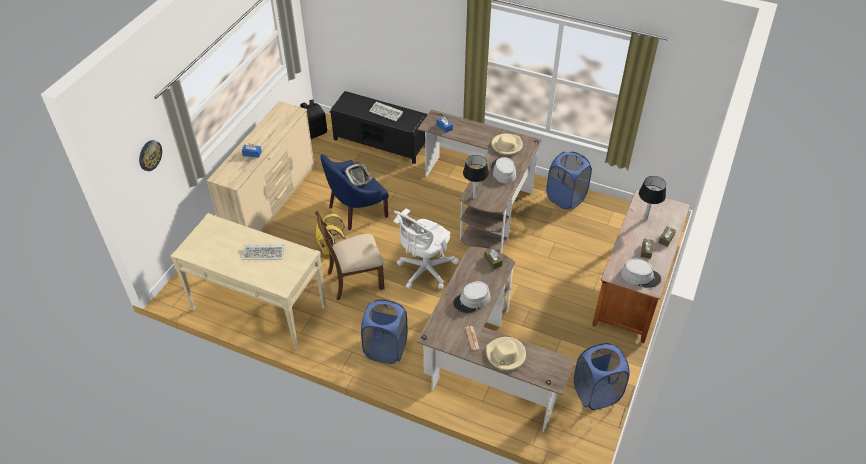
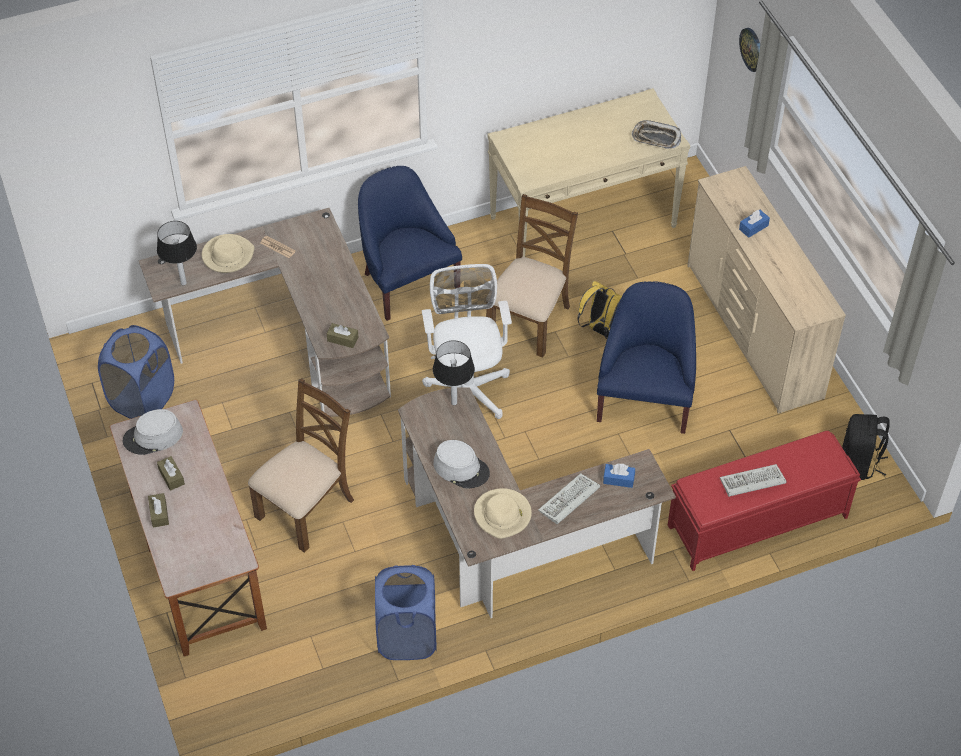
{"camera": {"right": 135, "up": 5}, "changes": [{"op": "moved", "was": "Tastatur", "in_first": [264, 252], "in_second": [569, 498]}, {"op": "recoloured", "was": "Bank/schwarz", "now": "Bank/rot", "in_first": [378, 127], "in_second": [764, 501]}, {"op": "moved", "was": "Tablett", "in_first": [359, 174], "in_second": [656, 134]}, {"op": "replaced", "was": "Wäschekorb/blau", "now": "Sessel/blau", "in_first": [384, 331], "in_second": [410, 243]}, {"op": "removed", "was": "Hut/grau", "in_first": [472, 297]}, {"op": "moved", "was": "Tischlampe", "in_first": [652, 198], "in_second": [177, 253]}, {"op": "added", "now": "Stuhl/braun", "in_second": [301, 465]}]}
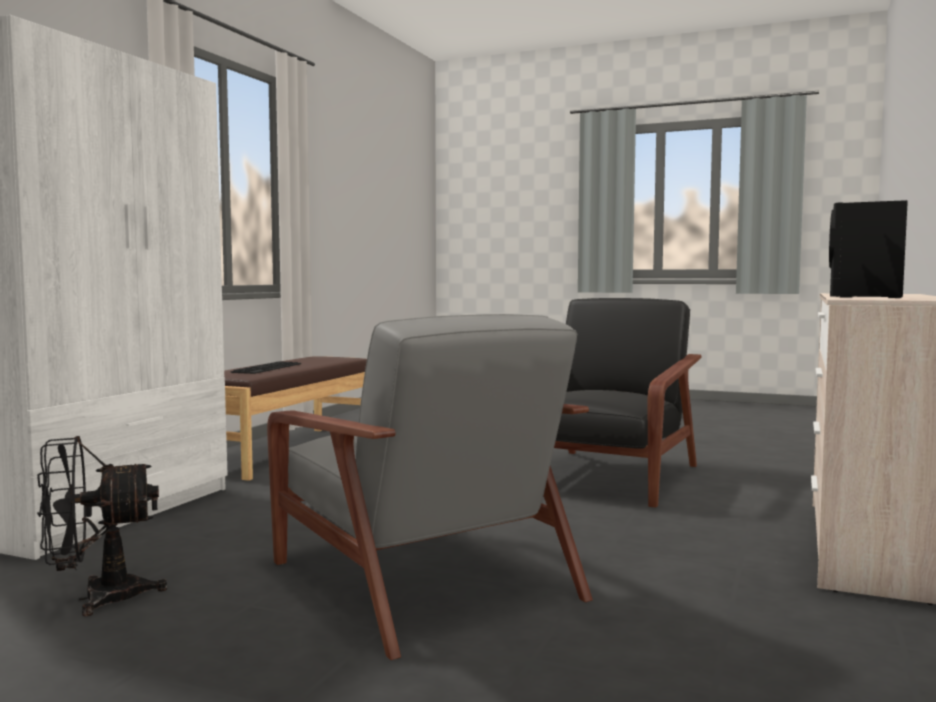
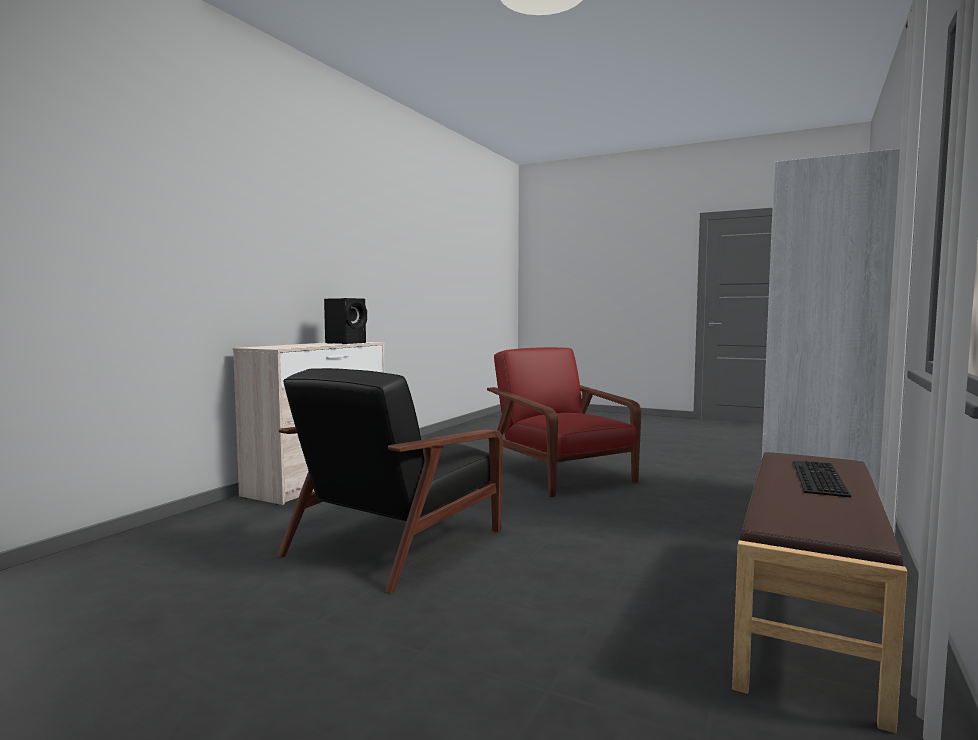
{"camera": {"right": -175, "up": 0}, "changes": [{"op": "removed", "was": "Ventilator/schwarz", "in_first": [102, 526]}, {"op": "recoloured", "was": "Sessel/grau", "now": "Sessel/rot", "in_first": [430, 487], "in_second": [564, 422]}]}
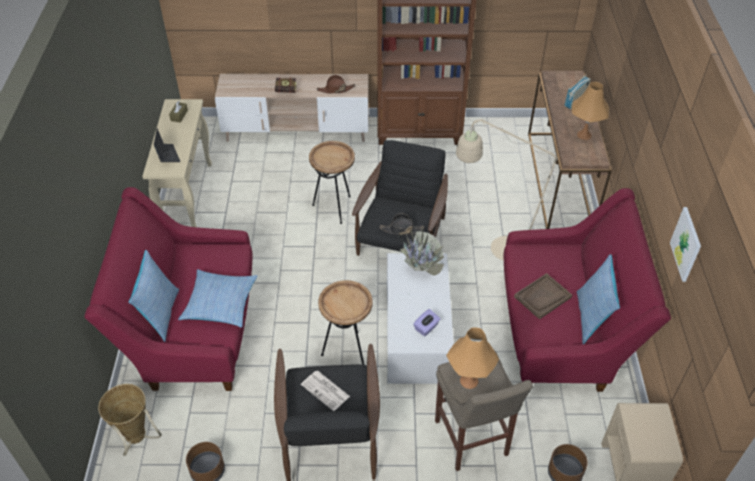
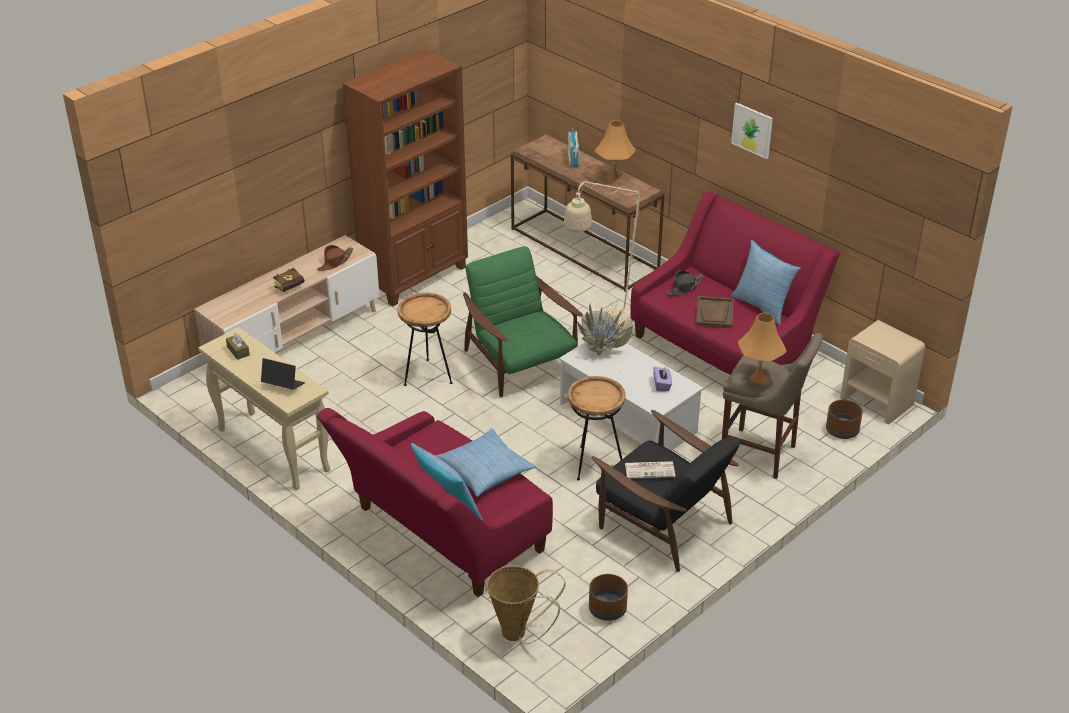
{"camera": {"right": -45, "up": -10}, "changes": [{"op": "recoloured", "was": "Sessel/schwarz", "now": "Sessel/grün", "in_first": [400, 198], "in_second": [523, 322]}, {"op": "moved", "was": "Hut/schwarz", "in_first": [402, 224], "in_second": [685, 282]}, {"op": "moved", "was": "Bild", "in_first": [685, 244], "in_second": [752, 131]}]}
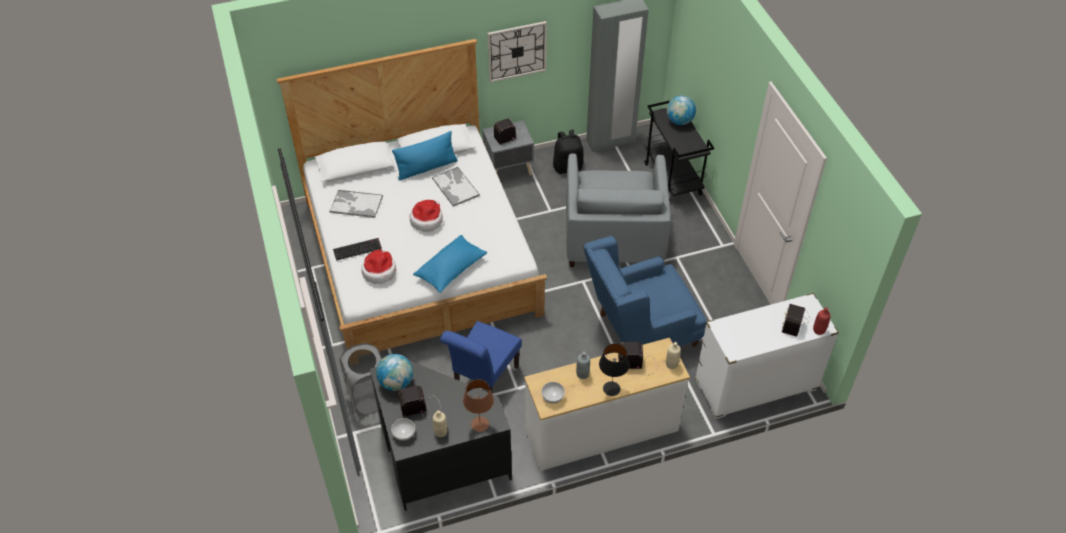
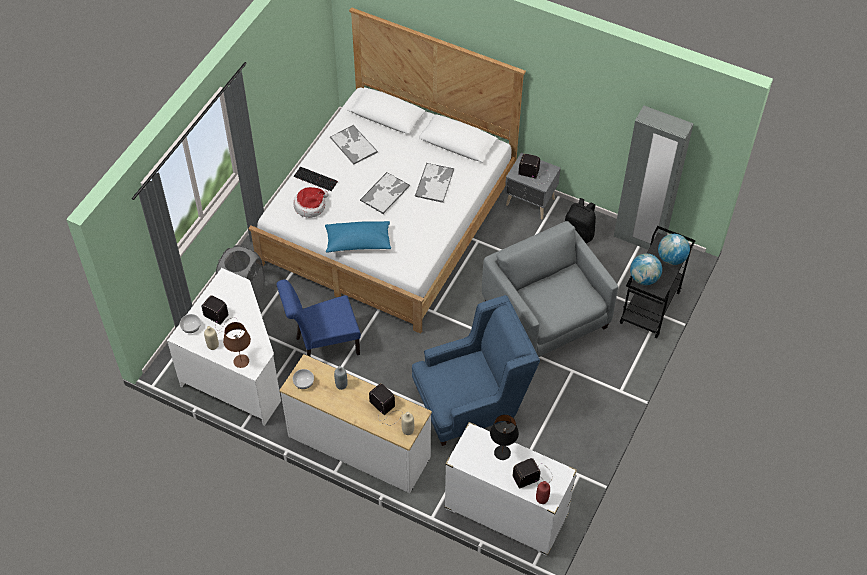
{"camera": {"right": 45, "up": 5}, "changes": [{"op": "recoloured", "was": "Schreibtisch/schwarz", "now": "Schreibtisch/weiß", "in_first": [441, 435], "in_second": [224, 347]}, {"op": "moved", "was": "Globus", "in_first": [394, 372], "in_second": [646, 269]}, {"op": "removed", "was": "Kissen/blau", "in_first": [425, 156]}, {"op": "replaced", "was": "Hut", "now": "Tablett", "in_first": [426, 215], "in_second": [385, 193]}, {"op": "removed", "was": "Wanduhr", "in_first": [517, 51]}, {"op": "turned", "was": "Sessel/grau", "in_first": [618, 210], "in_second": [550, 289], "clockwise": 105}, {"op": "turned", "was": "Sessel/blau", "in_first": [645, 291], "in_second": [476, 370], "clockwise": 135}, {"op": "moved", "was": "Tischlampe/schwarz", "in_first": [614, 370], "in_second": [504, 437]}]}
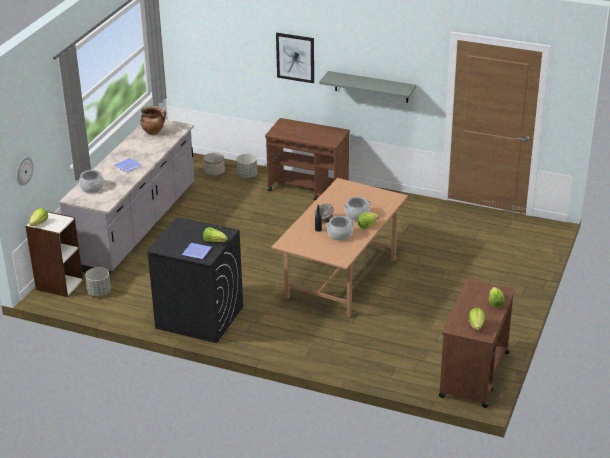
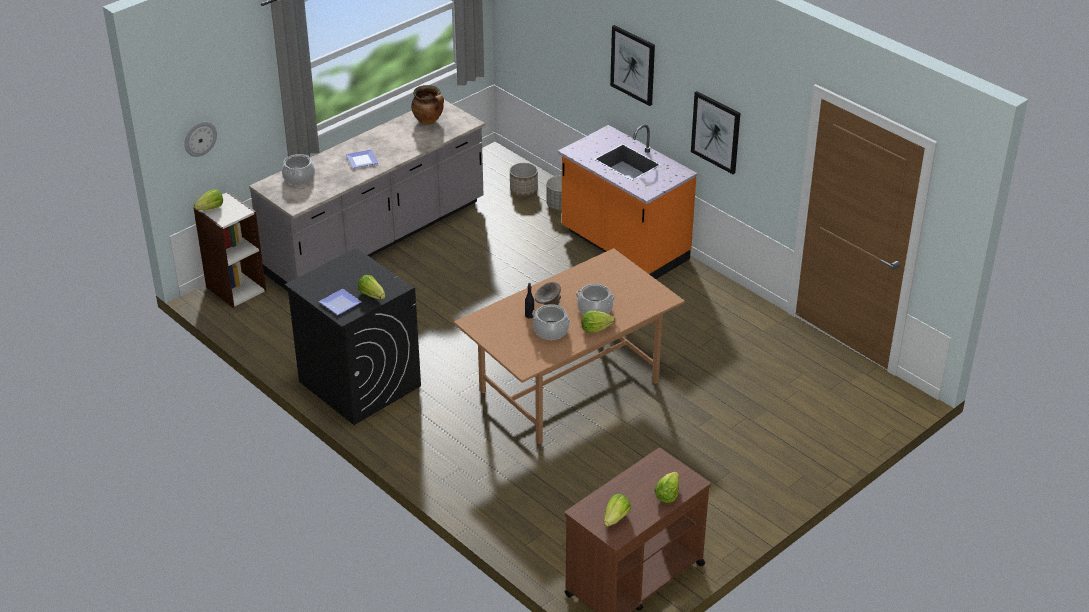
{"camera": {"right": 25, "up": 5}, "changes": [{"op": "removed", "was": "Pflanzkübel/grau", "in_first": [98, 281]}, {"op": "replaced", "was": "Rollwagen/braun", "now": "Küchenzeile/orange", "in_first": [307, 159], "in_second": [628, 201]}, {"op": "replaced", "was": "Wandregal/grau", "now": "Bild", "in_first": [367, 87], "in_second": [715, 132]}]}
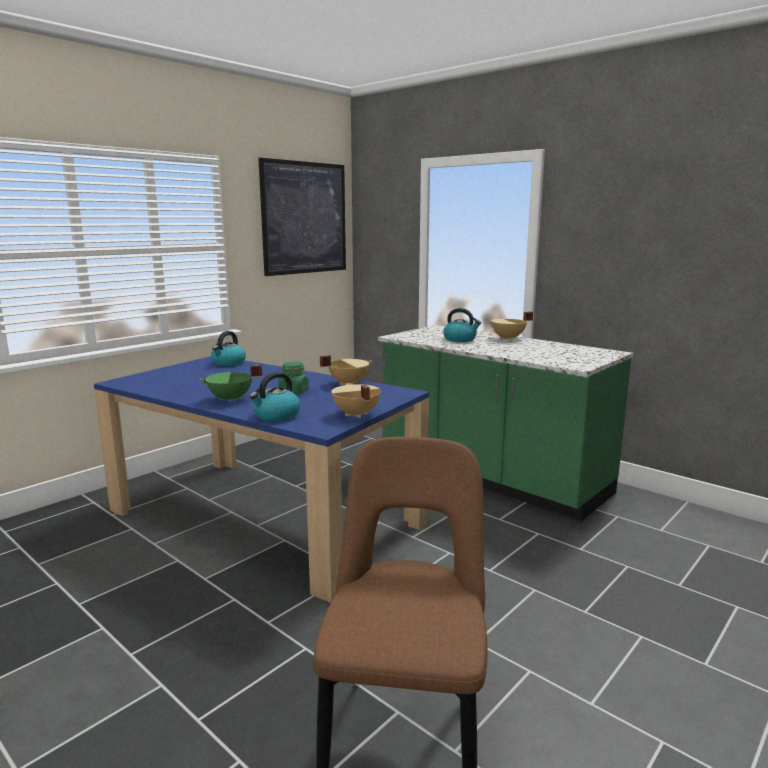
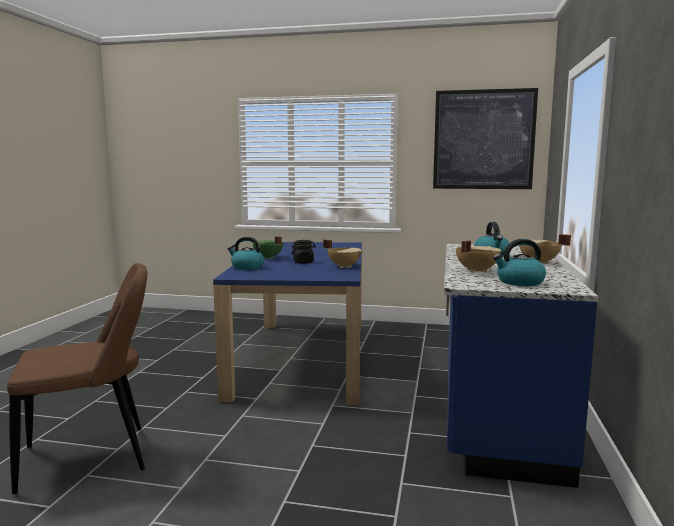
{"camera": {"right": 60, "up": -5}, "changes": [{"op": "moved", "was": "Wasserkessel", "in_first": [228, 348], "in_second": [519, 262]}, {"op": "recoloured", "was": "Vorratsglas/grün", "now": "Vorratsglas/schwarz", "in_first": [293, 377], "in_second": [303, 252]}, {"op": "moved", "was": "Kochtopf/beige", "in_first": [356, 400], "in_second": [478, 256]}, {"op": "recoloured", "was": "Küchenzeile/grün", "now": "Küchenzeile/blau", "in_first": [505, 423], "in_second": [521, 366]}]}
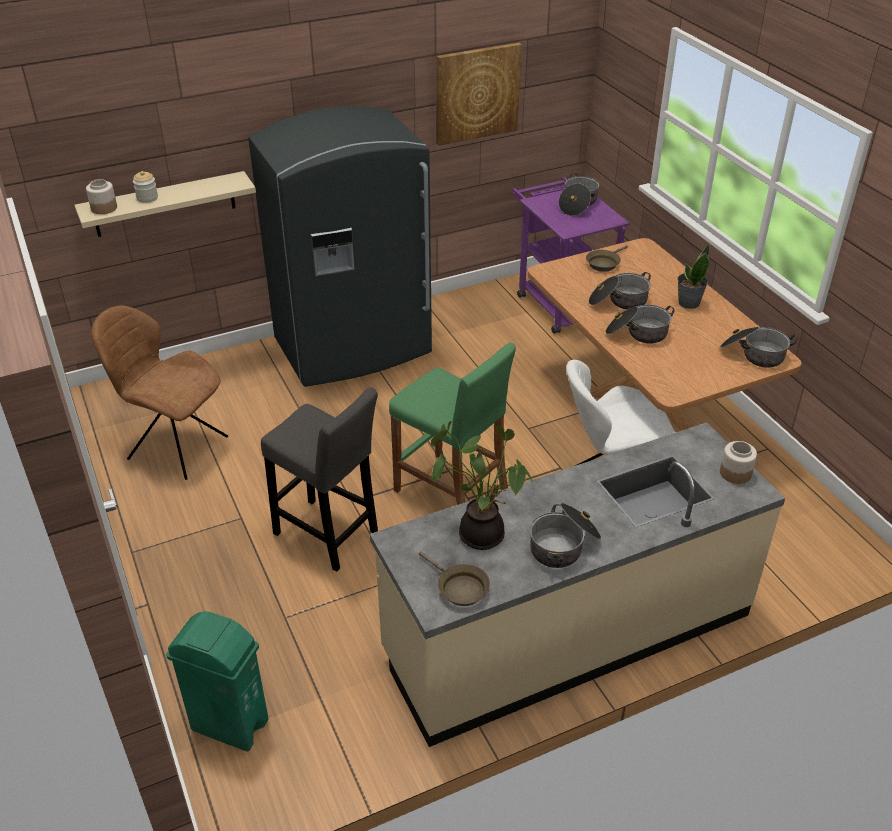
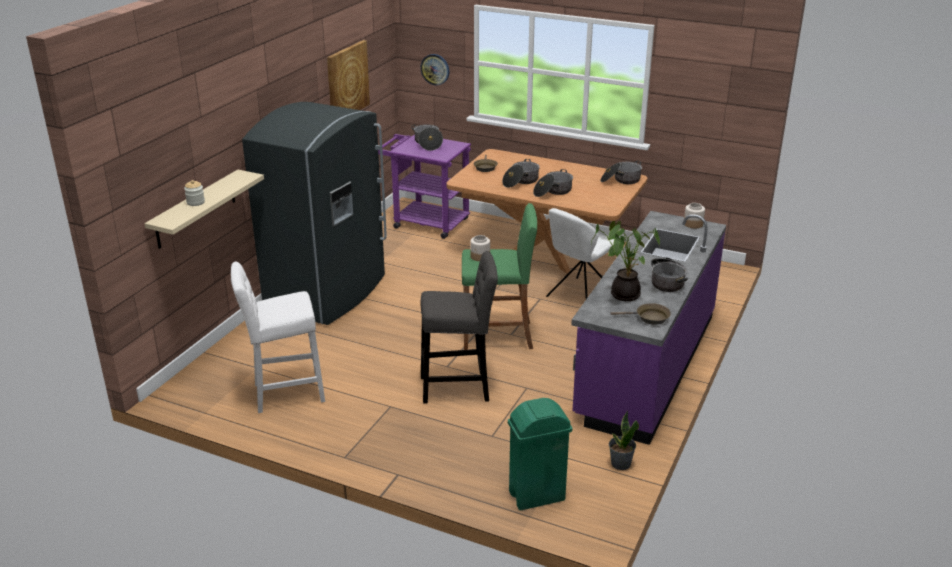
{"camera": {"right": -40, "up": -10}, "changes": [{"op": "moved", "was": "Vorratsglas", "in_first": [101, 196], "in_second": [480, 248]}, {"op": "replaced", "was": "Stuhl/braun", "now": "Hocker/weiß", "in_first": [159, 393], "in_second": [278, 337]}, {"op": "recoloured", "was": "Küchenzeile/beige", "now": "Küchenzeile/lila", "in_first": [577, 584], "in_second": [648, 328]}, {"op": "moved", "was": "Topfpflanze", "in_first": [693, 277], "in_second": [624, 440]}, {"op": "added", "now": "Wanduhr", "in_second": [434, 69]}]}
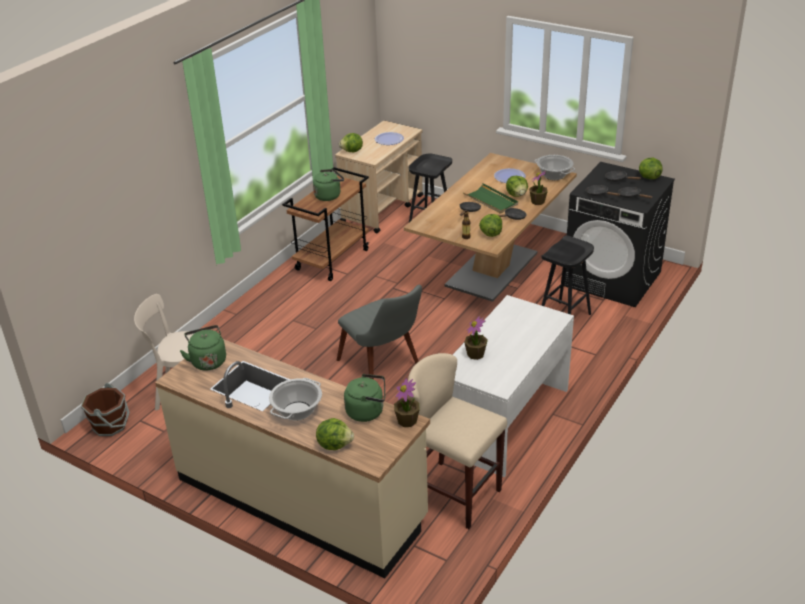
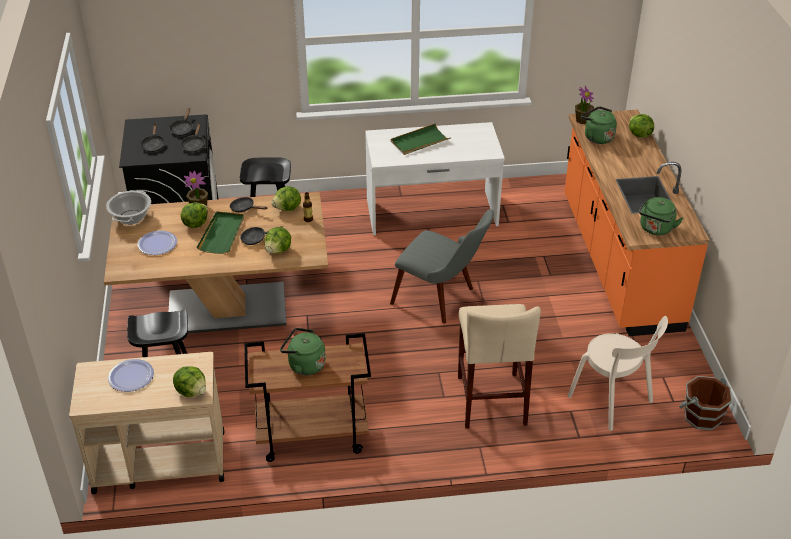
{"camera": {"right": -130, "up": 5}, "changes": [{"op": "recoloured", "was": "Küchenzeile/beige", "now": "Küchenzeile/orange", "in_first": [292, 458], "in_second": [636, 223]}, {"op": "removed", "was": "Kochtopf", "in_first": [295, 399]}, {"op": "turned", "was": "Stuhl/grau", "in_first": [379, 332], "in_second": [442, 266], "clockwise": 105}, {"op": "moved", "was": "Hocker/beige", "in_first": [457, 441], "in_second": [499, 366]}, {"op": "removed", "was": "Topfpflanze", "in_first": [476, 338]}, {"op": "moved", "was": "Salatkopf", "in_first": [651, 168], "in_second": [278, 240]}, {"op": "added", "now": "Tablett/grün", "in_second": [420, 139]}]}
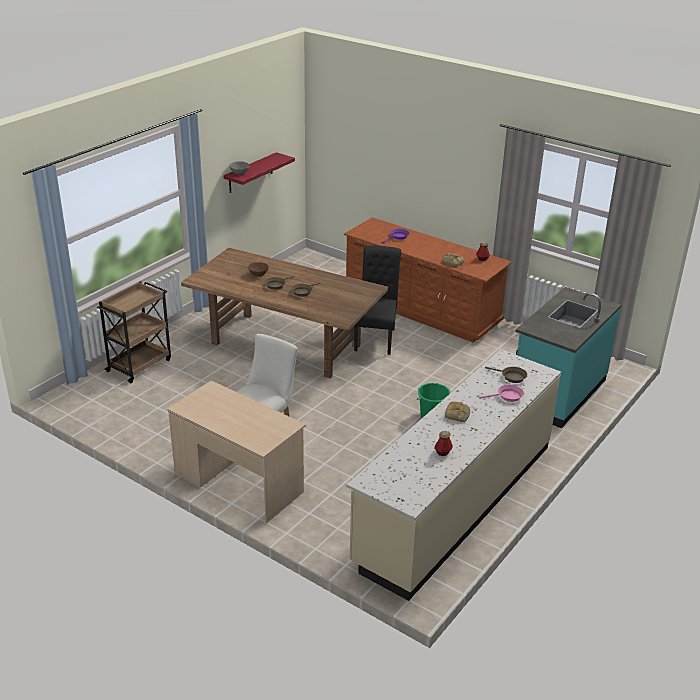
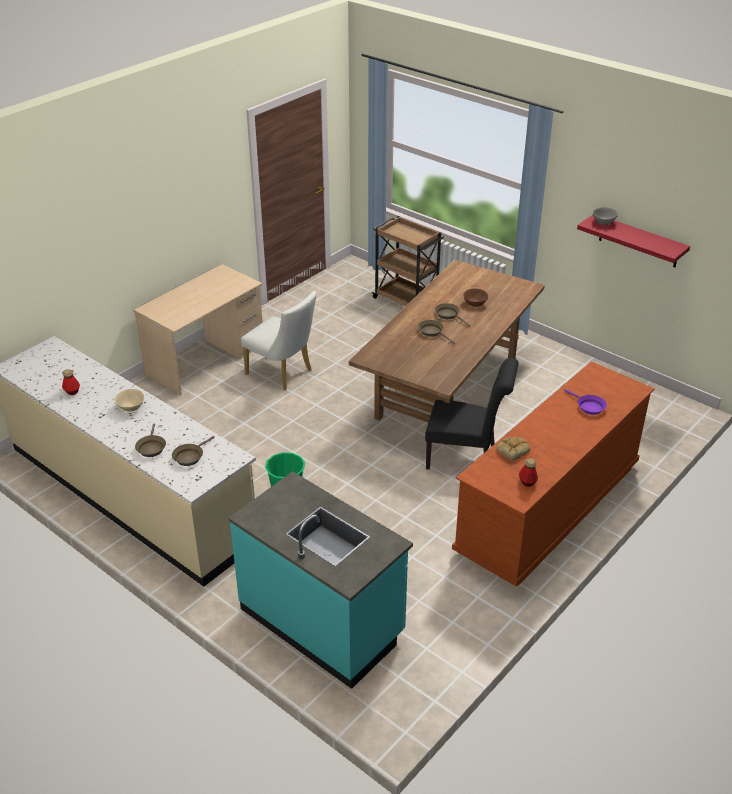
{"camera": {"right": 95, "up": 5}, "changes": [{"op": "replaced", "was": "Brot", "now": "Schüssel/beige", "in_first": [457, 411], "in_second": [129, 400]}, {"op": "recoloured", "was": "Pfanne/rosa", "now": "Pfanne/braun", "in_first": [501, 393], "in_second": [150, 440]}]}
